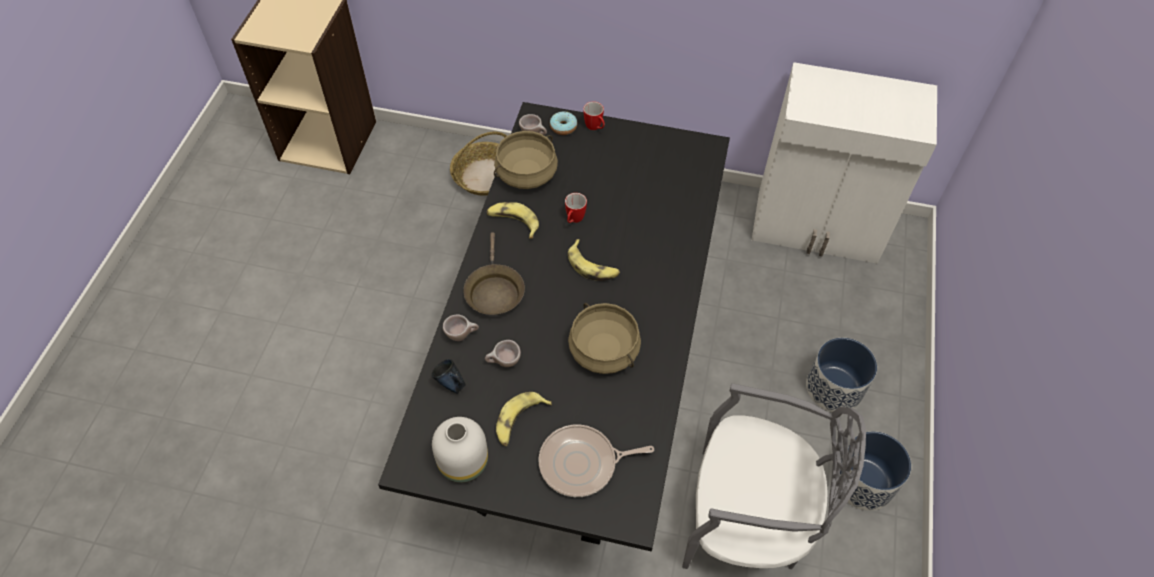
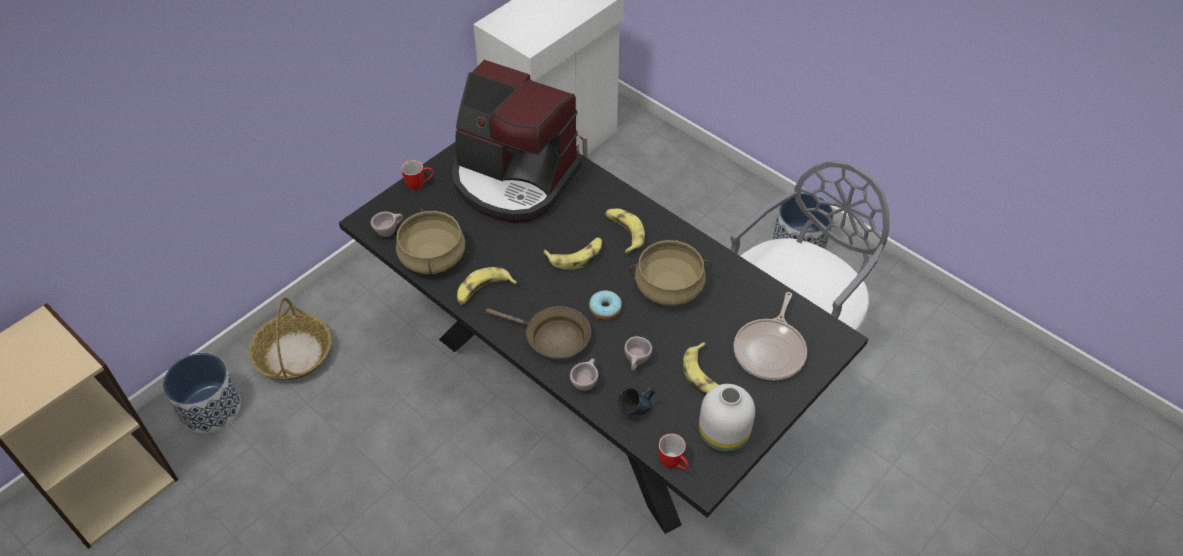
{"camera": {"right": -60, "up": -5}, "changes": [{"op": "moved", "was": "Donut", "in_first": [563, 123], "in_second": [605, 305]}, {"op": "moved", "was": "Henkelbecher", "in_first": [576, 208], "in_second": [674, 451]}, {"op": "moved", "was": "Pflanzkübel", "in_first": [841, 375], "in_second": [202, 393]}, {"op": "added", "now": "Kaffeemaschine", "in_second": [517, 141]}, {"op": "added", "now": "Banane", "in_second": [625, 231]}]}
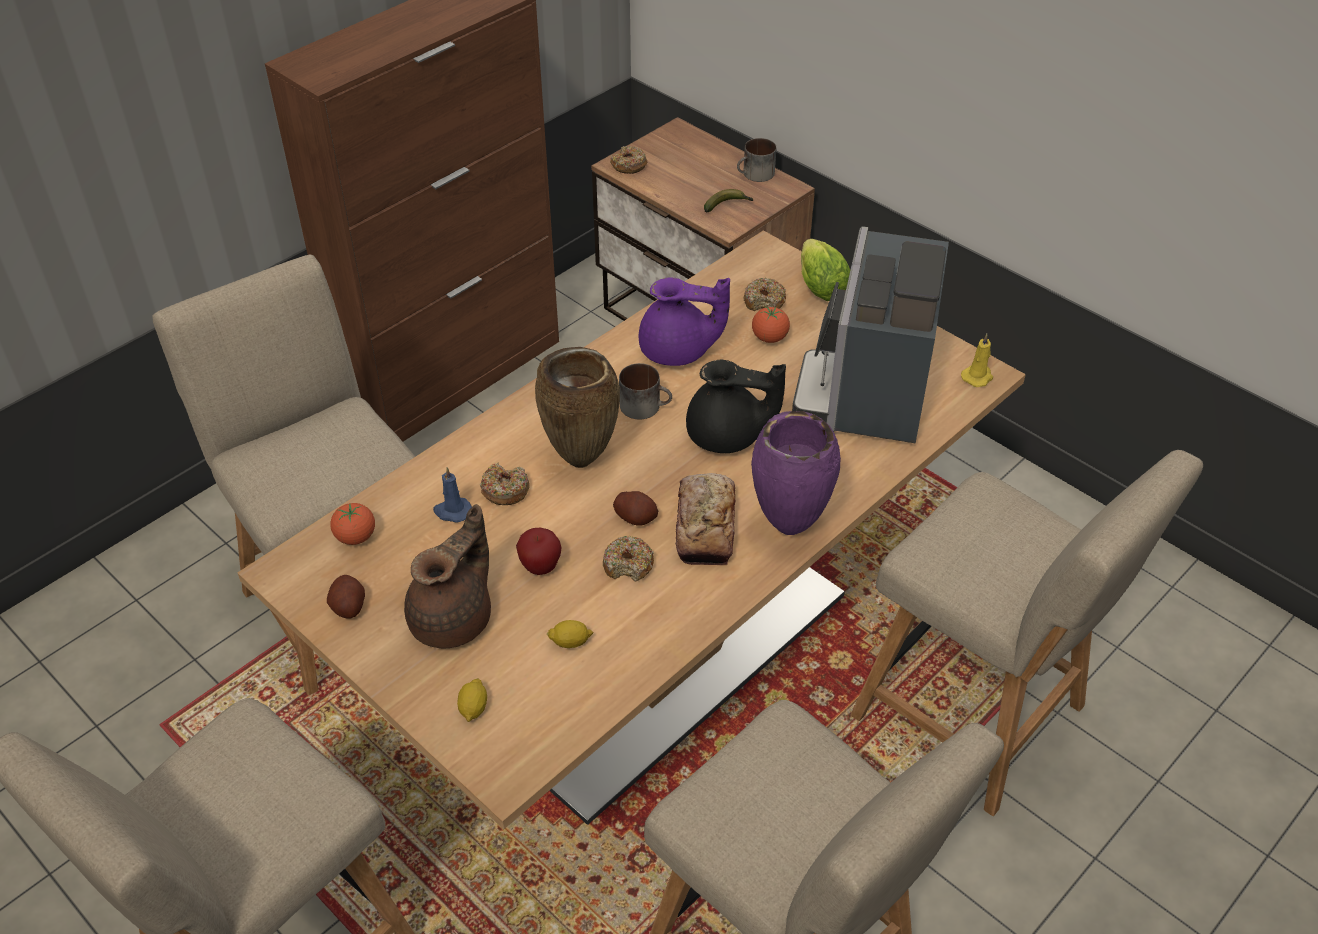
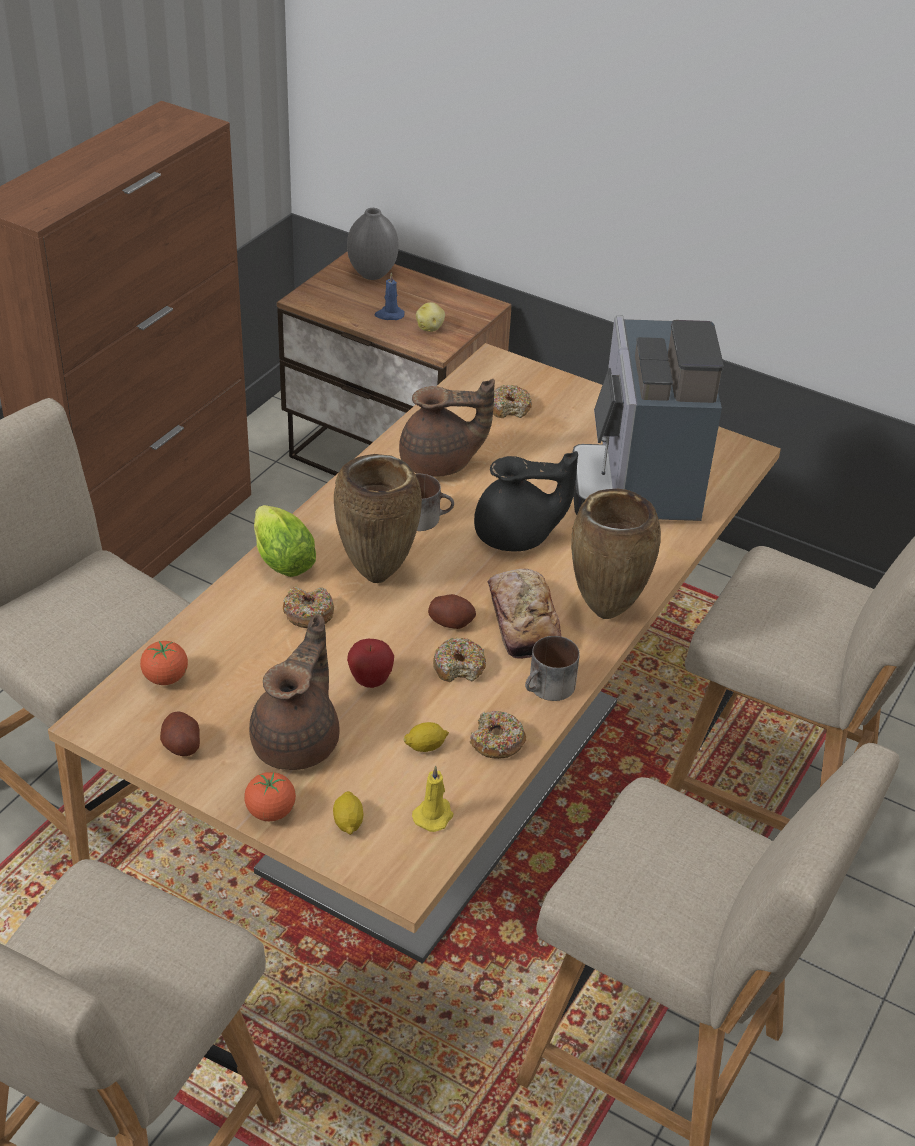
{"camera": {"right": -15, "up": -5}, "changes": [{"op": "moved", "was": "Kerze/blau", "in_first": [452, 495], "in_second": [390, 296]}, {"op": "moved", "was": "Donut", "in_first": [628, 160], "in_second": [498, 735]}, {"op": "recoloured", "was": "Teekanne/lila", "now": "Teekanne/braun", "in_first": [684, 321], "in_second": [447, 428]}, {"op": "replaced", "was": "Banane", "now": "Kartoffel", "in_first": [729, 200], "in_second": [430, 317]}, {"op": "moved", "was": "Henkelbecher", "in_first": [756, 160], "in_second": [552, 668]}, {"op": "recoloured", "was": "Vase/lila", "now": "Vase/braun", "in_first": [796, 473], "in_second": [616, 554]}, {"op": "moved", "was": "Tomate", "in_first": [771, 325], "in_second": [270, 796]}, {"op": "moved", "was": "Salatkopf", "in_first": [825, 270], "in_second": [285, 541]}, {"op": "moved", "was": "Kerze/gelb", "in_first": [977, 360], "in_second": [433, 799]}, {"op": "added", "now": "Vase/grau", "in_second": [373, 244]}]}
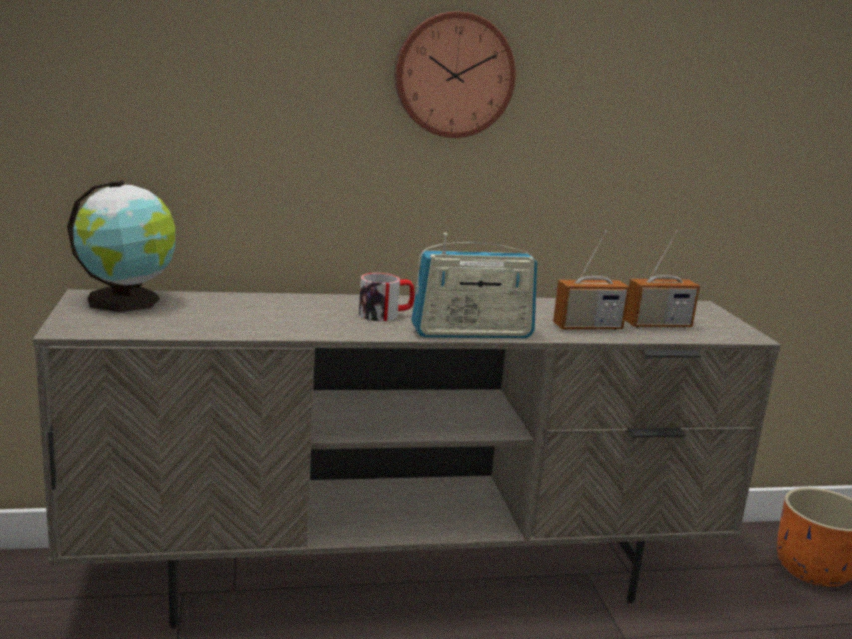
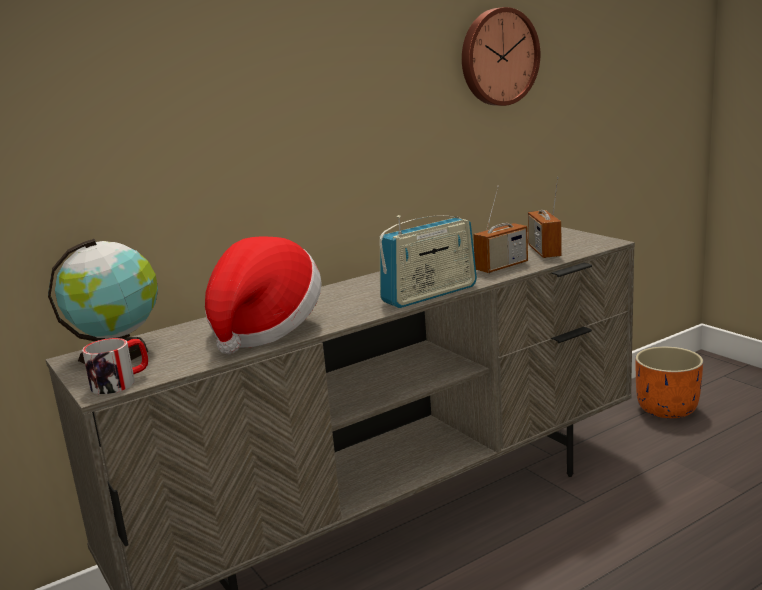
{"camera": {"right": -20, "up": 0}, "changes": [{"op": "moved", "was": "Henkelbecher", "in_first": [387, 297], "in_second": [115, 366]}, {"op": "moved", "was": "Wanduhr", "in_first": [455, 75], "in_second": [501, 56]}, {"op": "turned", "was": "Radio", "in_first": [662, 279], "in_second": [545, 217], "clockwise": 120}, {"op": "added", "now": "Hut", "in_second": [263, 295]}]}
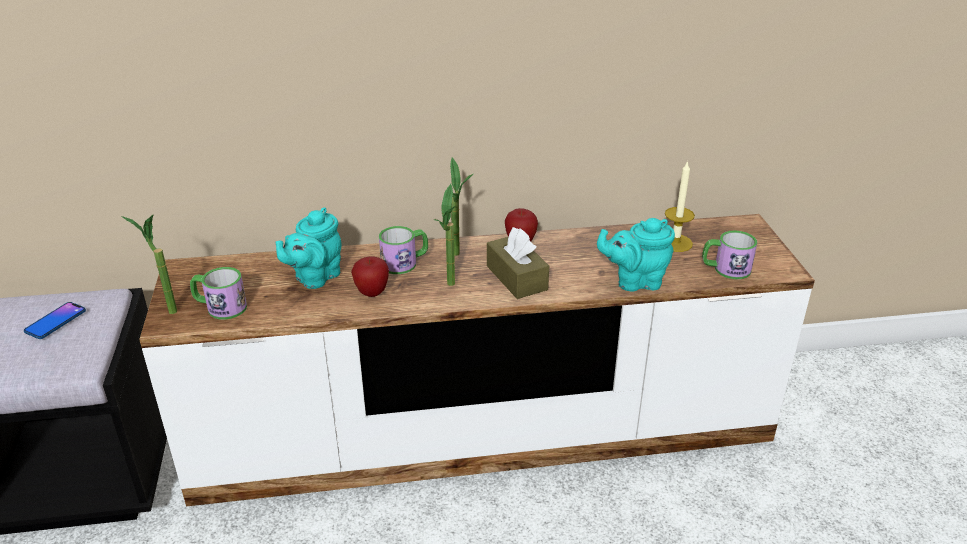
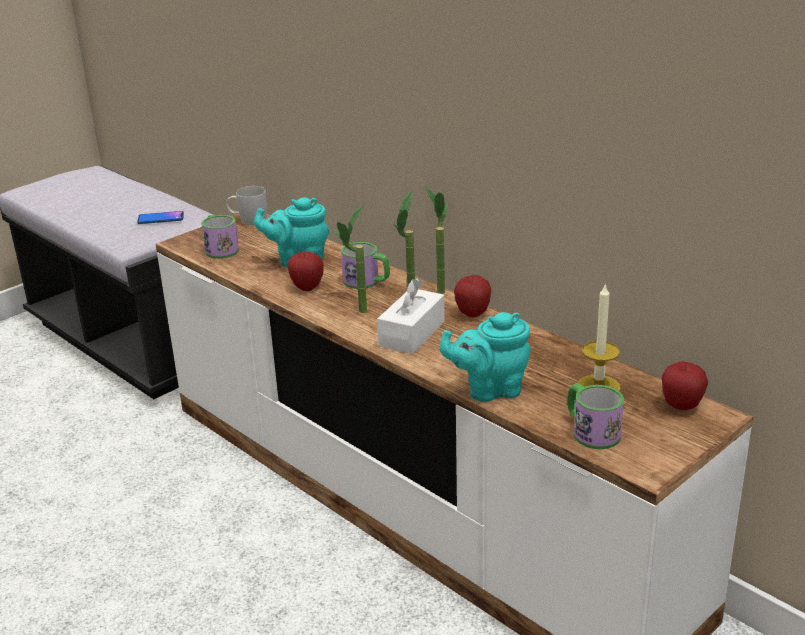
{"camera": {"right": 55, "up": -5}, "changes": [{"op": "moved", "was": "Topfpflanze", "in_first": [149, 264], "in_second": [436, 240]}, {"op": "recoloured", "was": "Taschentuchbox/braun", "now": "Taschentuchbox/weiß", "in_first": [518, 263], "in_second": [411, 316]}, {"op": "turned", "was": "Teekanne/türkis", "in_first": [636, 255], "in_second": [485, 357], "clockwise": -60}, {"op": "added", "now": "Henkelbecher/weiß", "in_second": [246, 205]}, {"op": "added", "now": "Apfel", "in_second": [685, 385]}]}
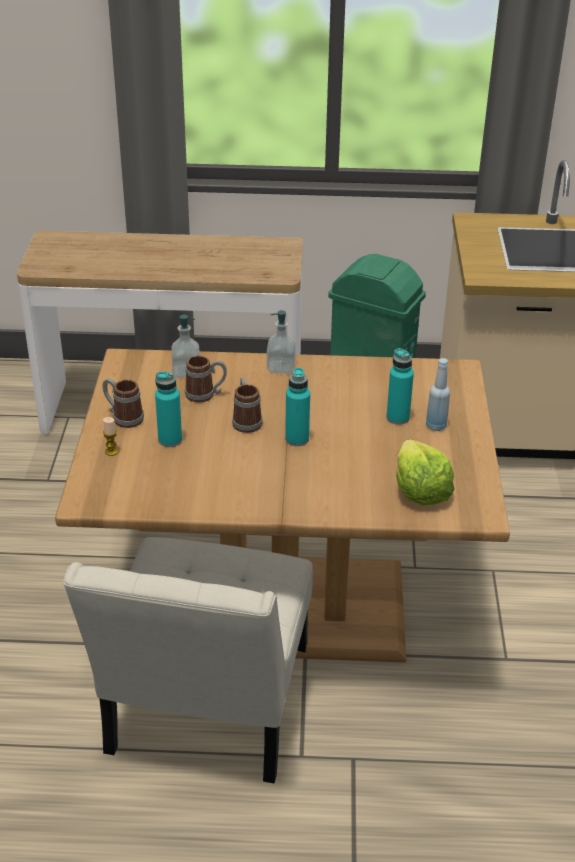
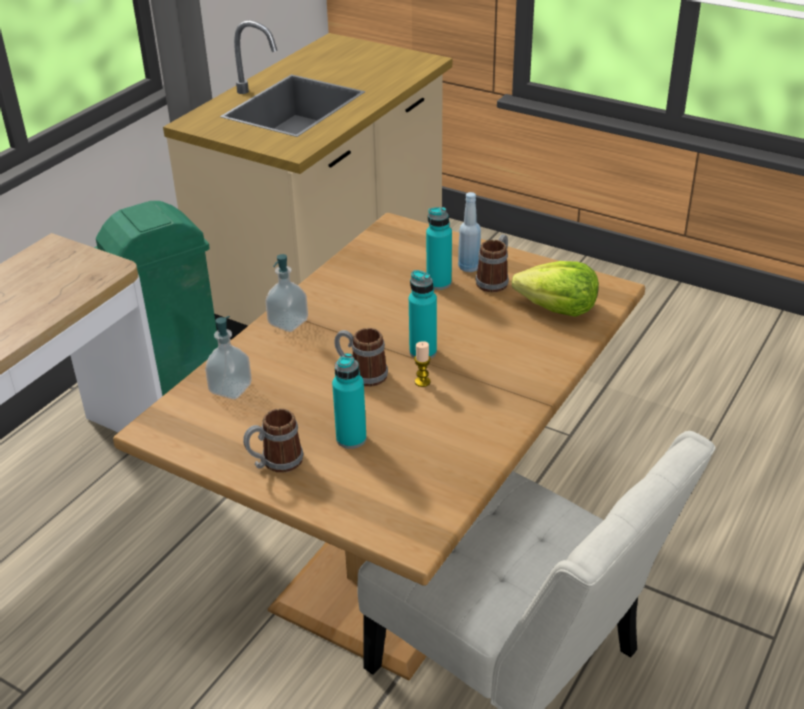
{"camera": {"right": -60, "up": 0}, "changes": [{"op": "moved", "was": "Kerze", "in_first": [111, 436], "in_second": [422, 364]}, {"op": "moved", "was": "Henkelbecher", "in_first": [206, 379], "in_second": [492, 263]}]}
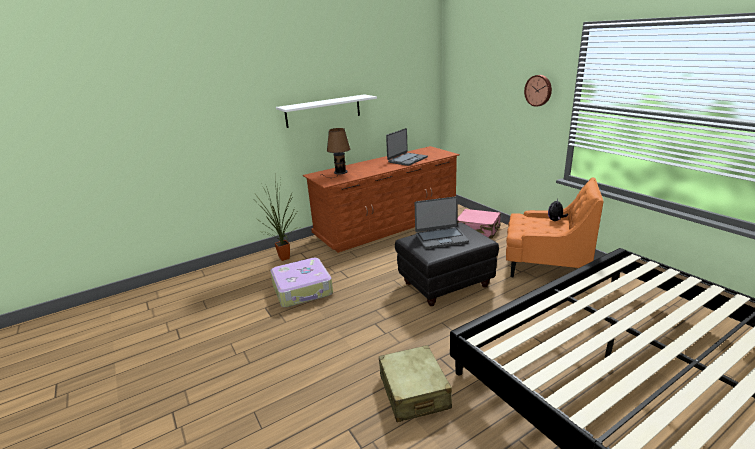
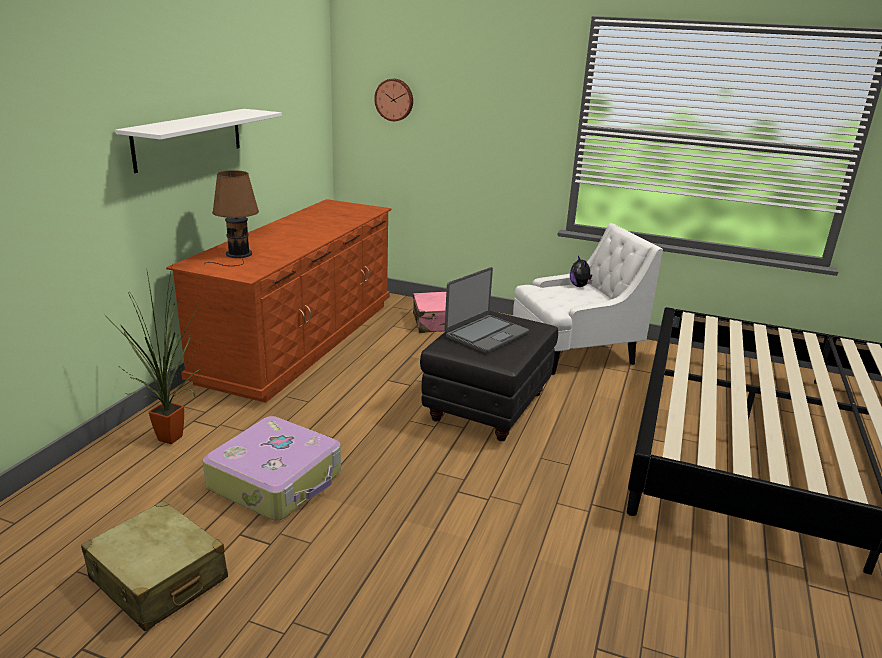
{"camera": {"right": -40, "up": 0}, "changes": [{"op": "moved", "was": "Koffer/beige", "in_first": [415, 383], "in_second": [154, 566]}, {"op": "removed", "was": "Laptop", "in_first": [407, 147]}, {"op": "recoloured", "was": "Sessel/orange", "now": "Sessel/weiß", "in_first": [555, 227], "in_second": [588, 299]}, {"op": "moved", "was": "Wanduhr", "in_first": [538, 91], "in_second": [393, 100]}]}
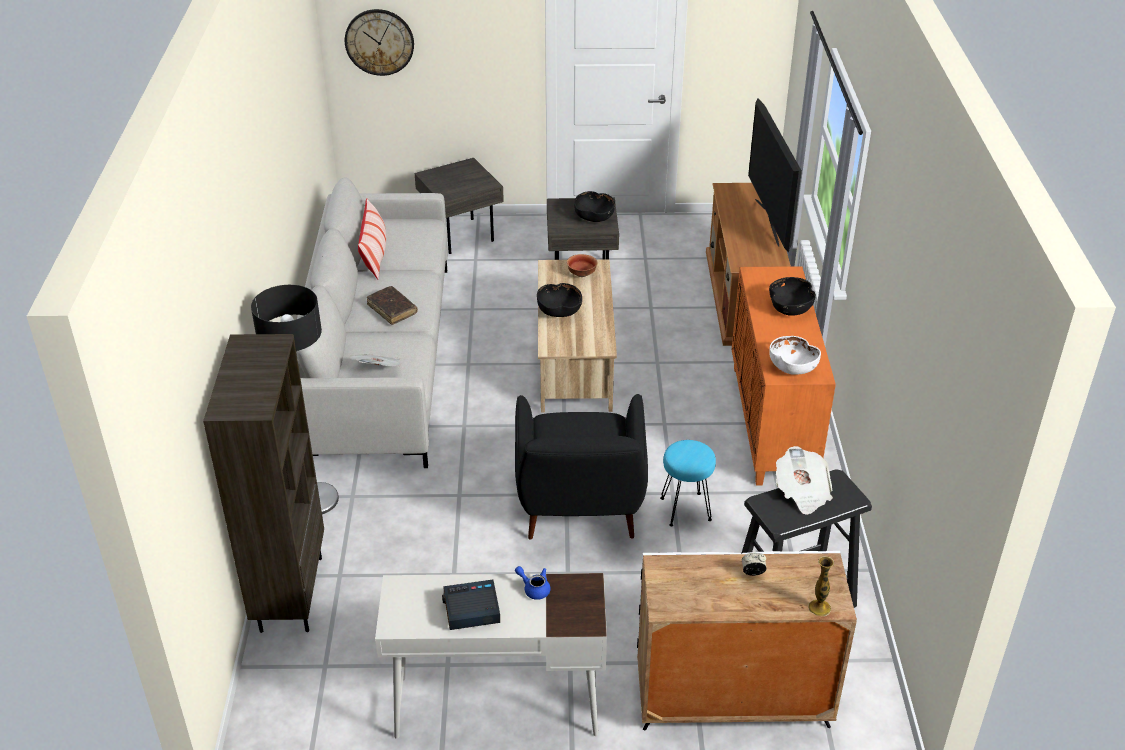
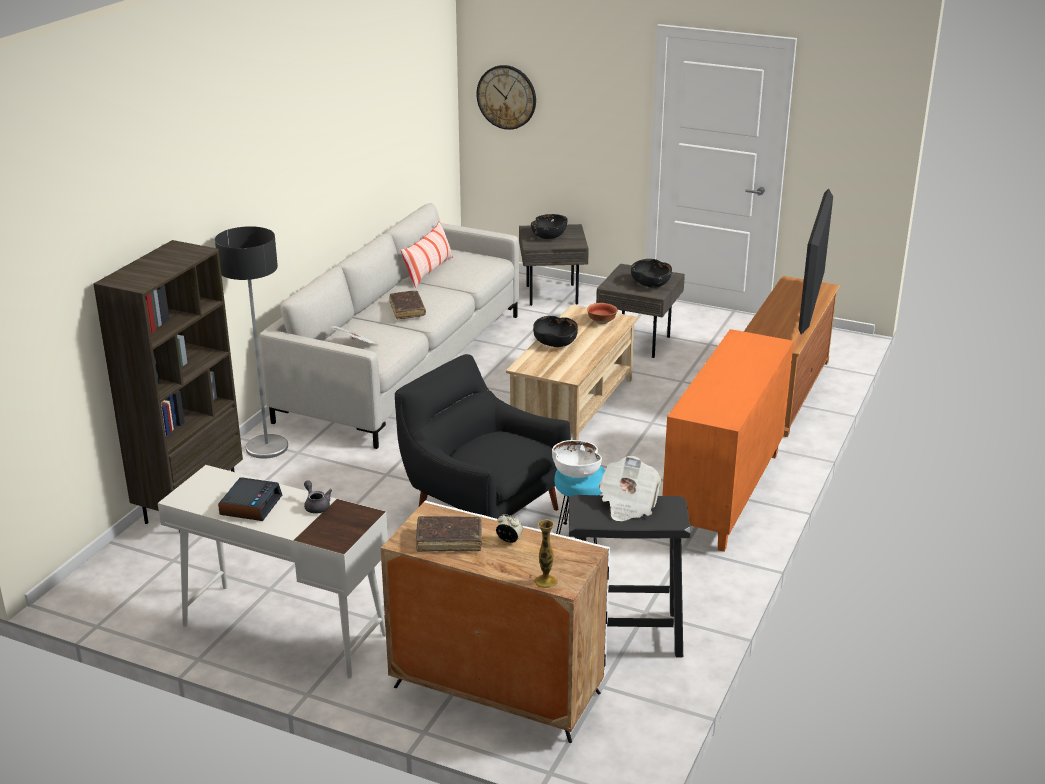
{"camera": {"right": 25, "up": -10}, "changes": [{"op": "turned", "was": "Wecker", "in_first": [471, 604], "in_second": [250, 499], "clockwise": 90}, {"op": "turned", "was": "Sessel/schwarz", "in_first": [581, 467], "in_second": [483, 436], "clockwise": 105}, {"op": "recoloured", "was": "Teekanne/blau", "now": "Teekanne/grau", "in_first": [533, 583], "in_second": [318, 497]}, {"op": "moved", "was": "Schüssel/schwarz", "in_first": [792, 296], "in_second": [549, 226]}, {"op": "moved", "was": "Schüssel/weiß", "in_first": [795, 355], "in_second": [577, 459]}, {"op": "added", "now": "Buch/braun", "in_second": [449, 534]}]}
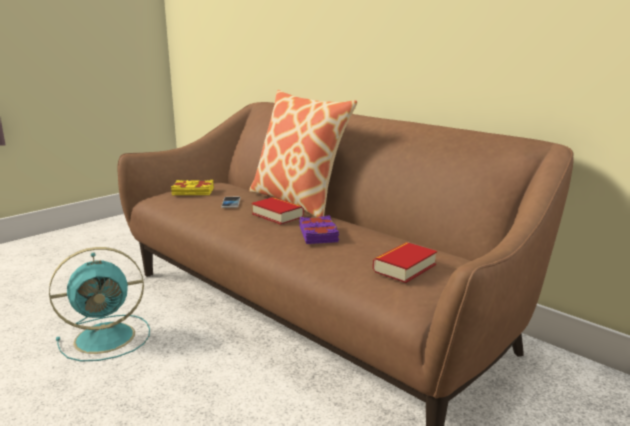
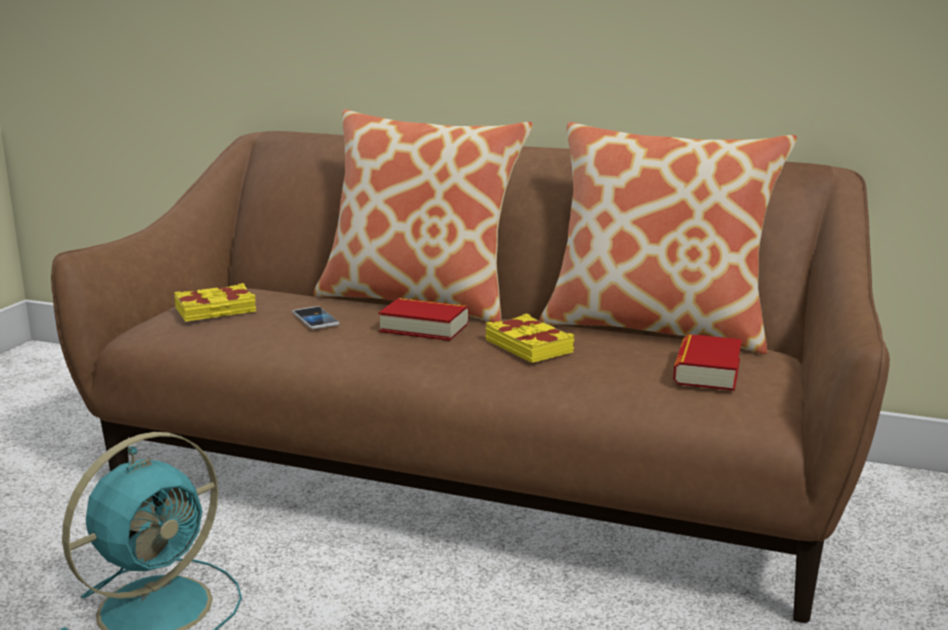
{"camera": {"right": -25, "up": 0}, "changes": [{"op": "recoloured", "was": "Buch/lila", "now": "Buch/gelb", "in_first": [319, 229], "in_second": [530, 338]}, {"op": "added", "now": "Kissen", "in_second": [668, 238]}]}
